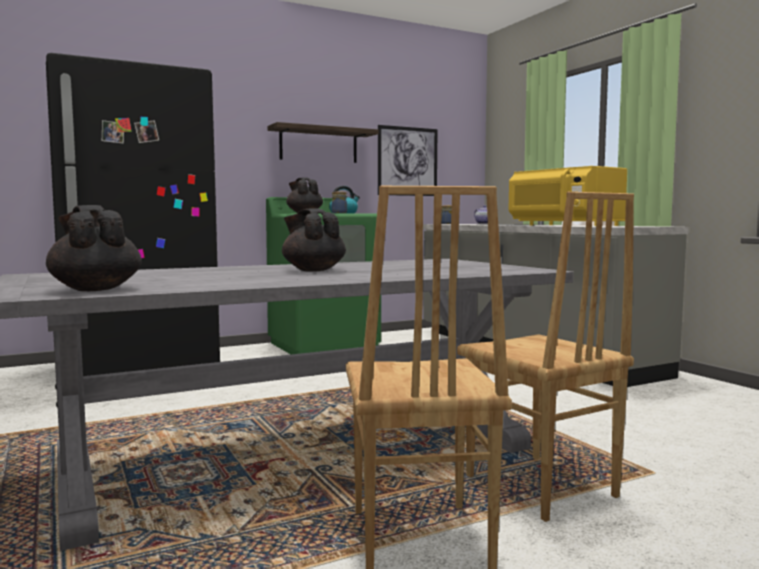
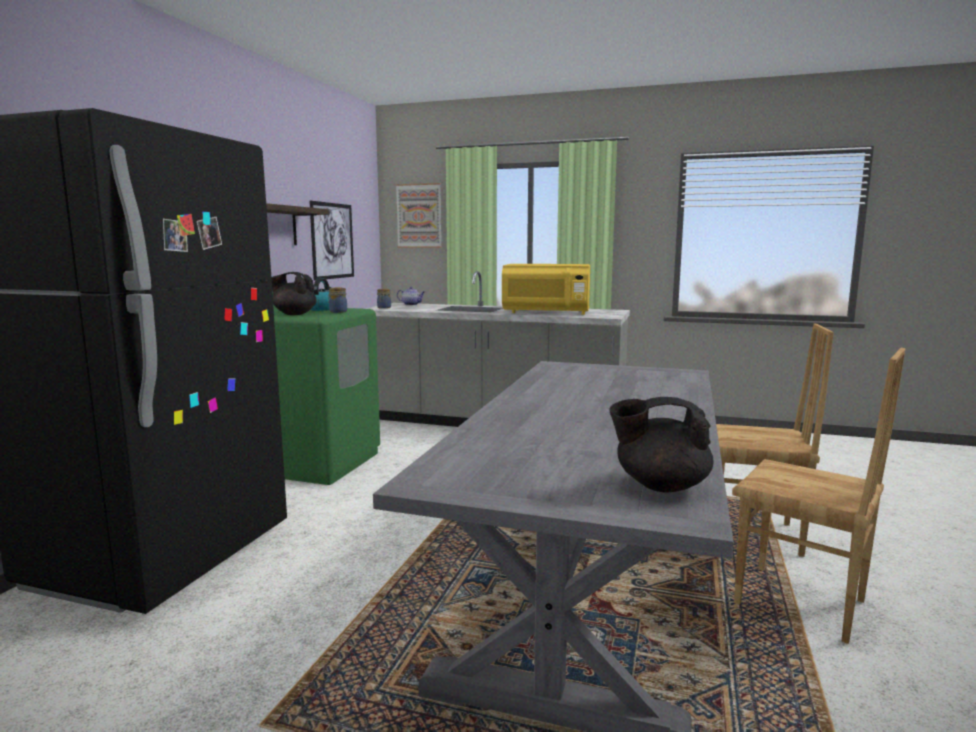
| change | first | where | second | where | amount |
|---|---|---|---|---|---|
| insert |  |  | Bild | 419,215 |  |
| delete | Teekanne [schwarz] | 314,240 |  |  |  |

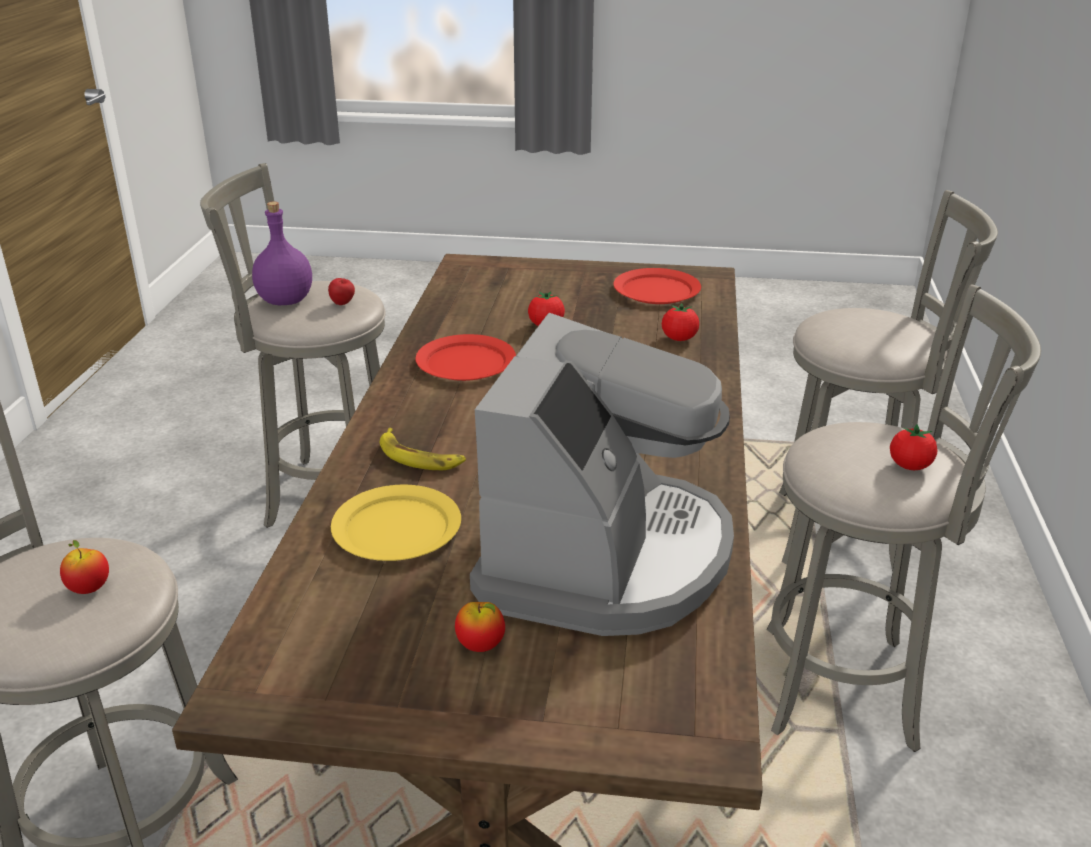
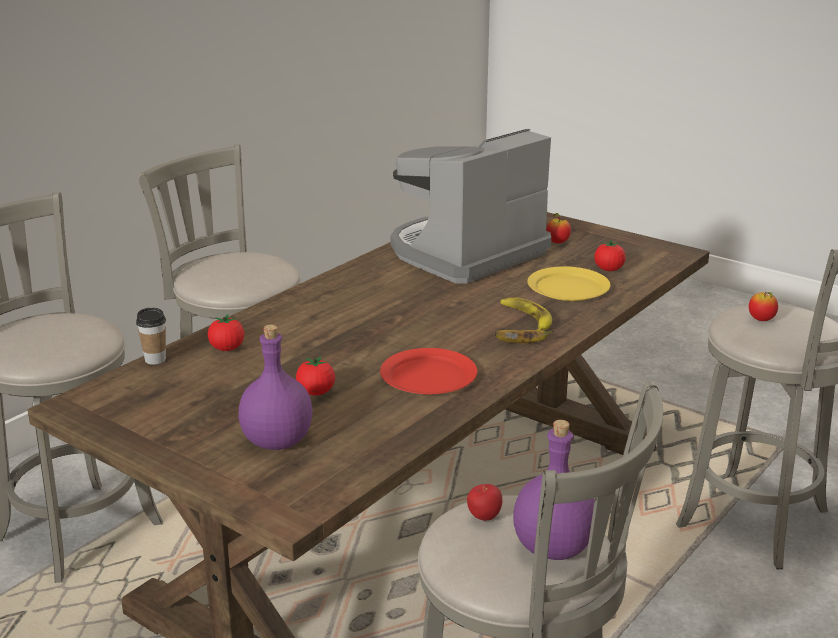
| change | first | where | second | where | amount |
|---|---|---|---|---|---|
| insert |  |  | Tasse | 151,336 |  |
| insert |  |  | Flasche [lila] | 276,387 |  |
| insert |  |  | Banane | 524,336 |  |
| move | Tomate | 913,447 |  | 610,255 |  |
| delete | Teller [rot] | 657,286 |  |  |  |

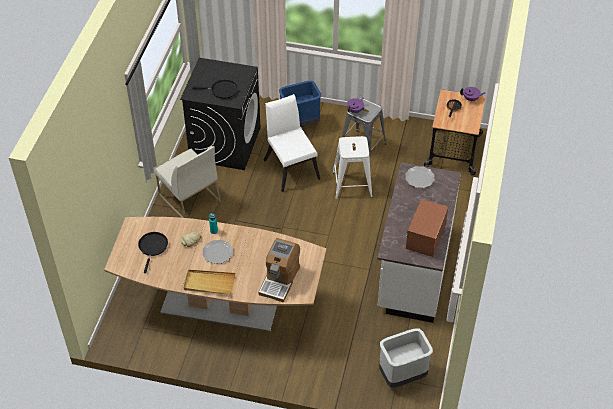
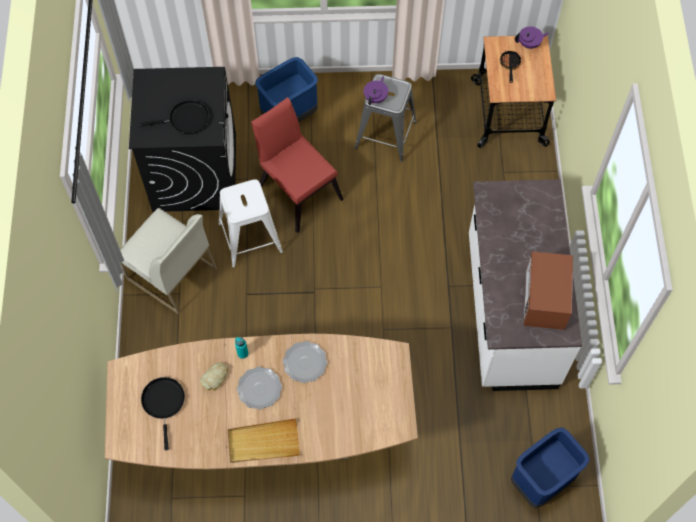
| change | first | where | second | where | amount |
|---|---|---|---|---|---|
| move | Hocker [weiß] | 352,167 |  | 250,223 |  |
| recolor | Stuhl [weiß] | 292,143 | Stuhl [rot] | 297,165 |  |
| move | Teller | 420,177 |  | 305,362 |  |
| recolor | Mülleimer [grau] | 406,358 | Mülleimer [blau] | 550,467 |  |
| delete | Kaffeemaschine | 279,270 |  |  |  |

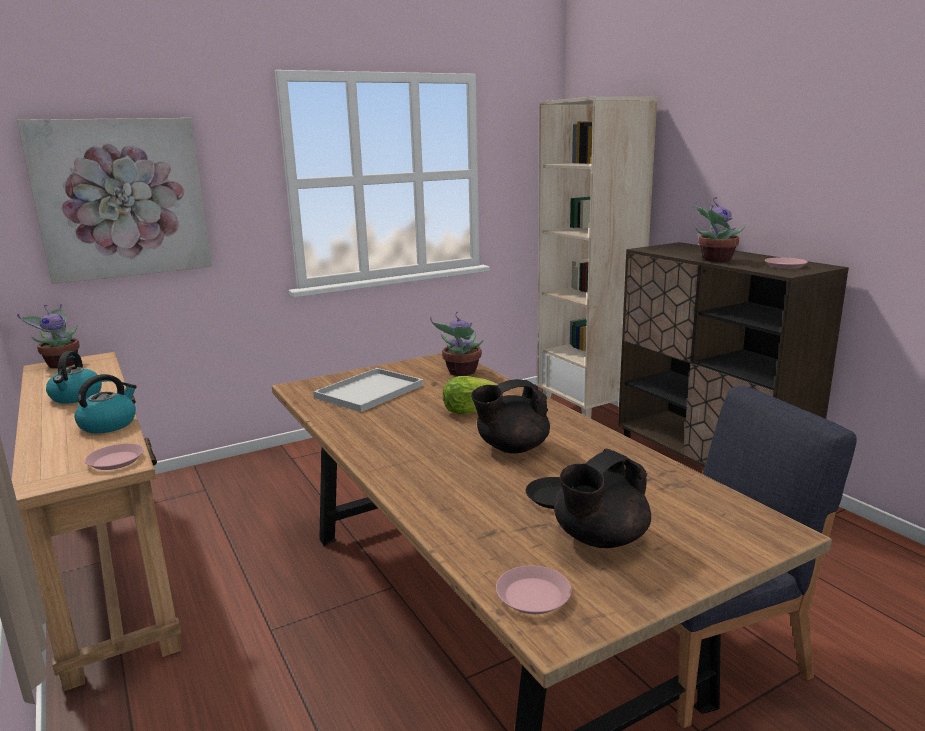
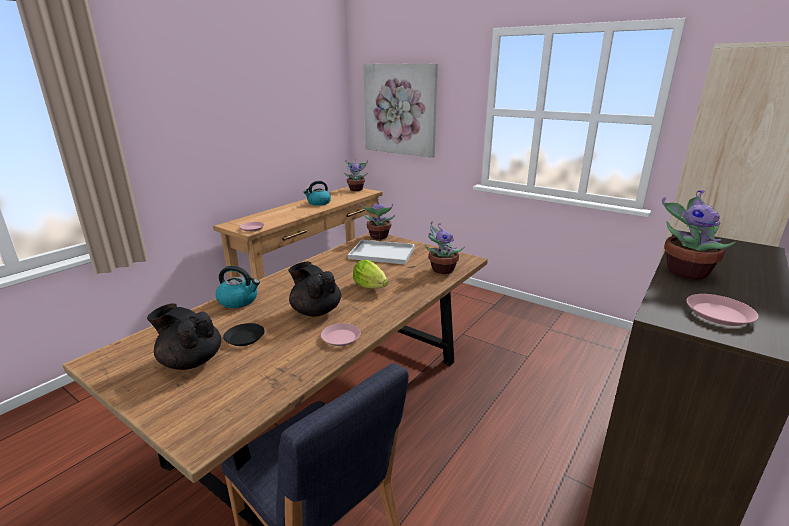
| change | first | where | second | where | amount |
|---|---|---|---|---|---|
| move | Wasserkessel | 105,403 |  | 238,287 |  |
| move | Teller [rosa] | 534,589 |  | 341,334 |  |
| insert |  |  | Topfpflanze | 378,219 |  |

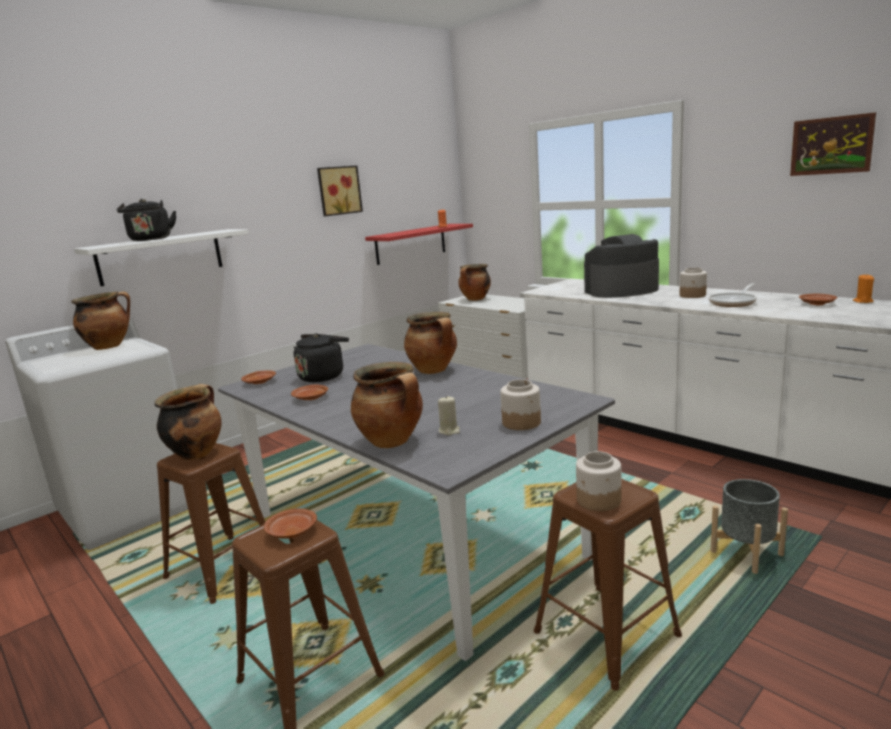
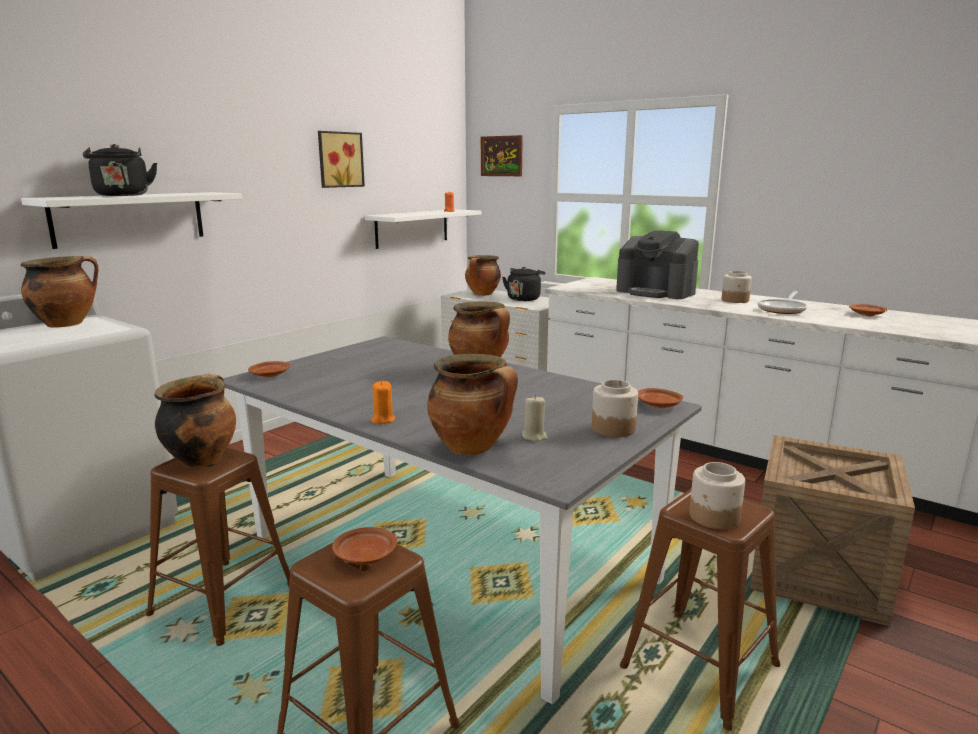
| change | first | where | second | where | amount |
|---|---|---|---|---|---|
| recolor | Wandregal [rot] | 419,244 | Wandregal [weiß] | 423,229 |  |
| move | Kerze [orange] | 863,288 |  | 383,402 |  |
| move | Bild | 833,144 |  | 502,155 |  |
| move | Wasserkessel [schwarz] | 321,357 |  | 523,284 |  |
| rotate | Kaffeemaschine | 621,266 |  | 657,264 | 120 degrees counterclockwise |
| move | Teller [braun] | 309,392 |  | 660,398 |  |
| replace | Pflanzkübel [grau] | 749,526 | Kiste | 832,530 |  |

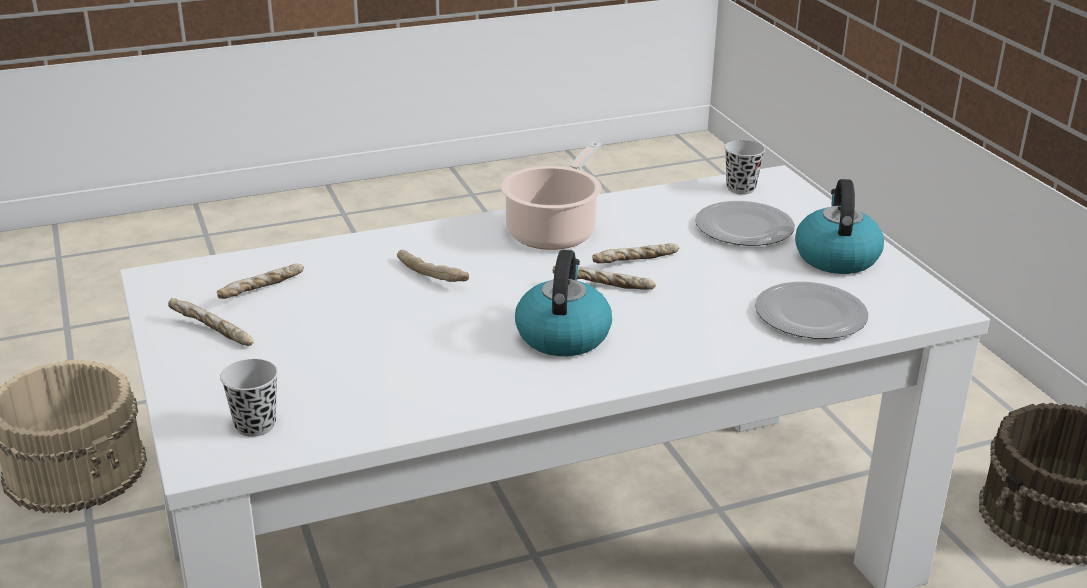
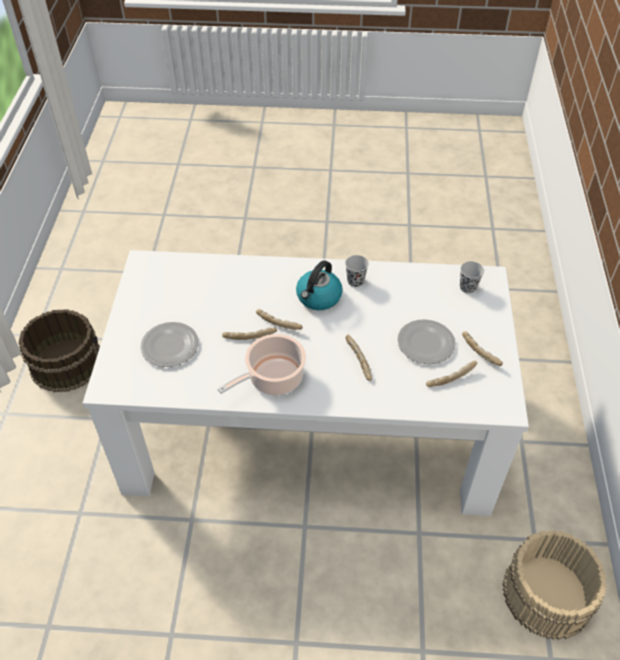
| change | first | where | second | where | amount |
|---|---|---|---|---|---|
| move | Tasse [schwarz] | 745,167 |  | 357,271 |  |
| move | Teller | 812,310 |  | 426,341 |  |
| delete | Wasserkessel | 839,226 |  |  |  |

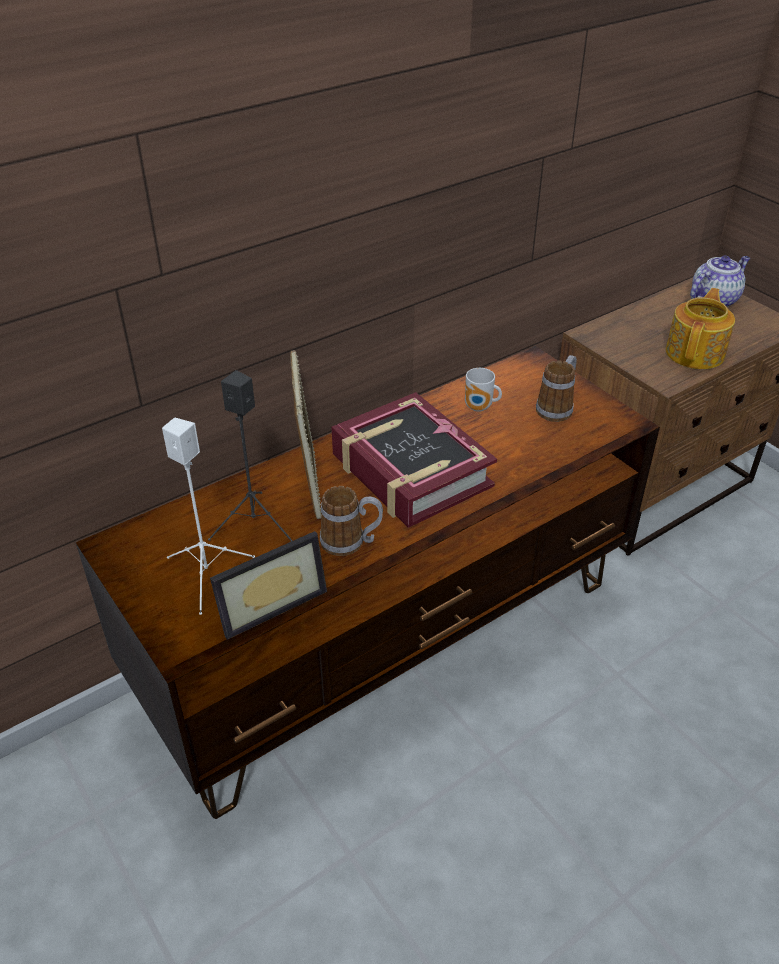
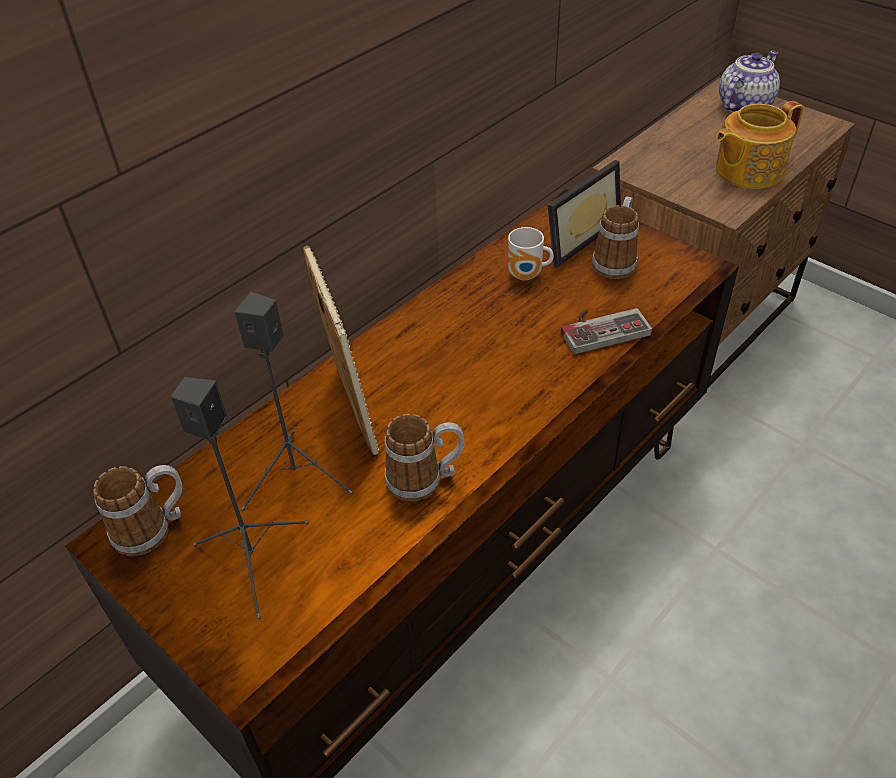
| change | first | where | second | where | amount |
|---|---|---|---|---|---|
| insert |  |  | Henkelbecher | 137,510 |  |
| recolor | Lautsprecher [weiß] | 208,516 | Lautsprecher [schwarz] | 240,498 |  |
| move | Bilderrahmen | 268,585 |  | 584,213 |  |
| insert |  |  | Gamepad | 606,331 |  |
| rotate | Teekanne | 700,328 |  | 759,145 | 135 degrees counterclockwise |
| delete | Buch | 414,460 |  |  |  |

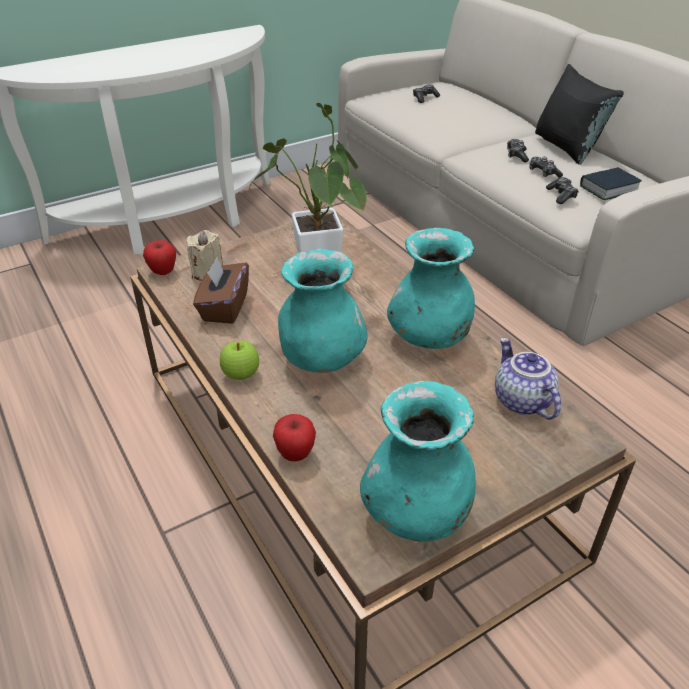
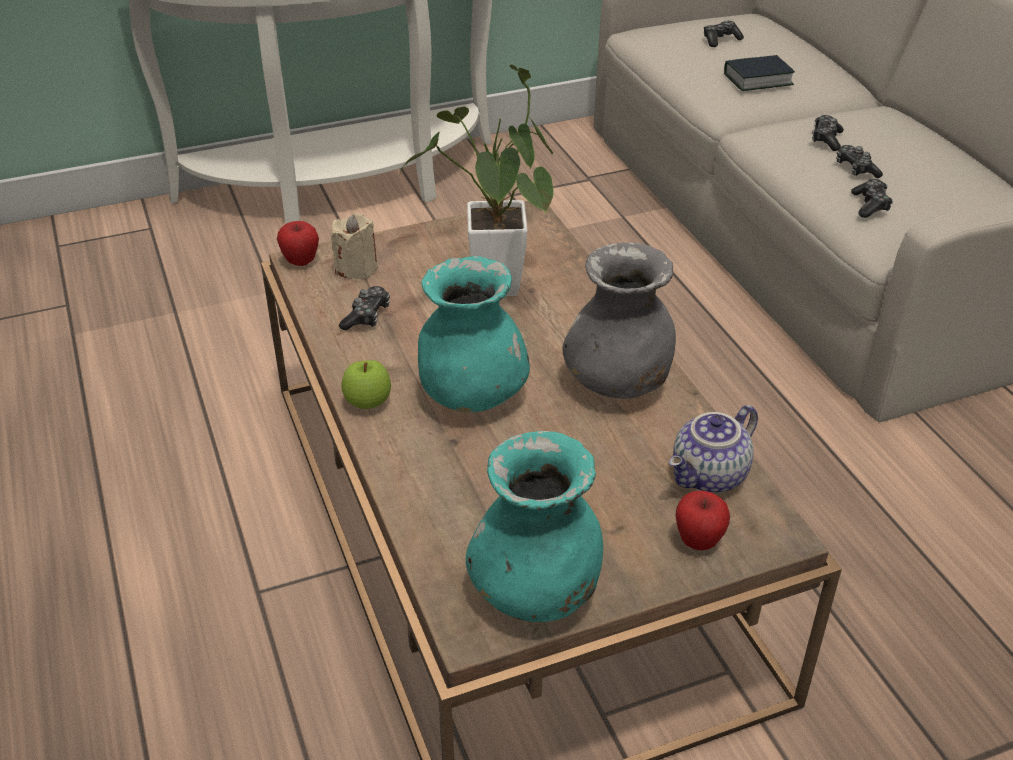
| change | first | where | second | where | amount |
|---|---|---|---|---|---|
| replace | Taschentuchbox [braun] | 221,290 | Gamepad | 364,308 |  |
| recolor | Vase [türkis] | 431,288 | Vase [grau] | 619,320 |  |
| rotate | Teekanne | 528,378 |  | 713,449 | 120 degrees counterclockwise |
| move | Apfel | 294,437 |  | 703,520 |  |
| move | Buch | 611,183 |  | 759,73 |  |
| delete | Kissen [schwarz] | 579,114 |  |  |  |

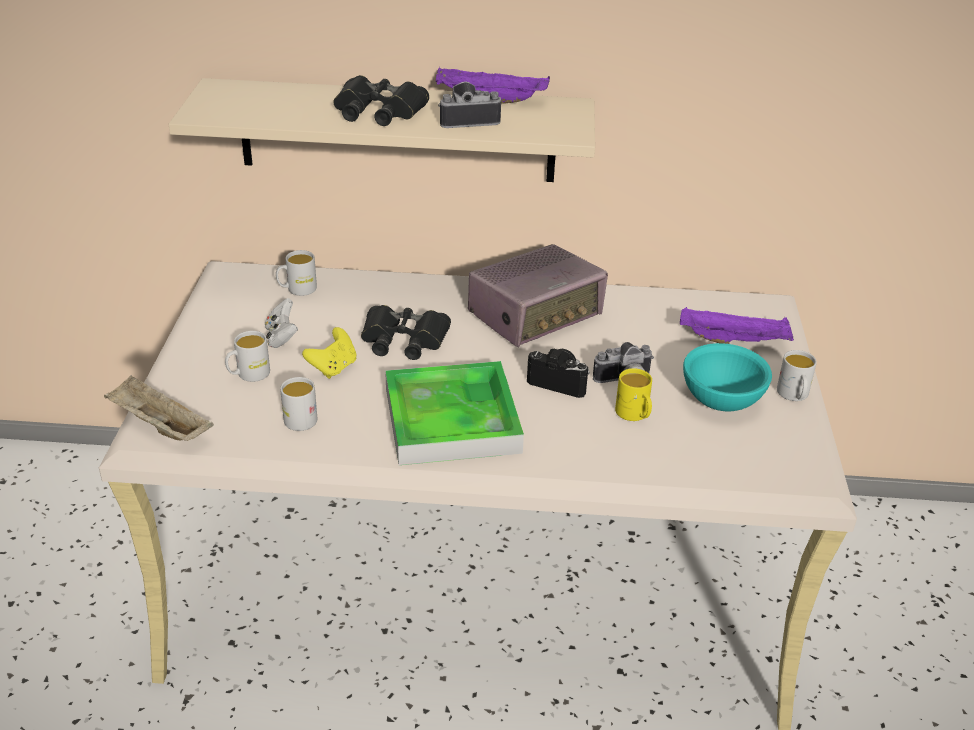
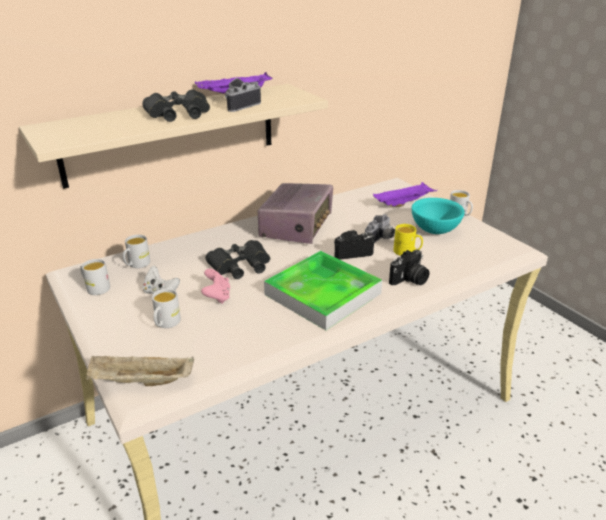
| change | first | where | second | where | amount |
|---|---|---|---|---|---|
| move | Henkelbecher [weiß] | 298,404 |  | 95,277 |  |
| recolor | Gamepad [gelb] | 329,353 | Gamepad [rosa] | 216,286 |  |
| insert |  |  | Kamera | 409,267 |  |

